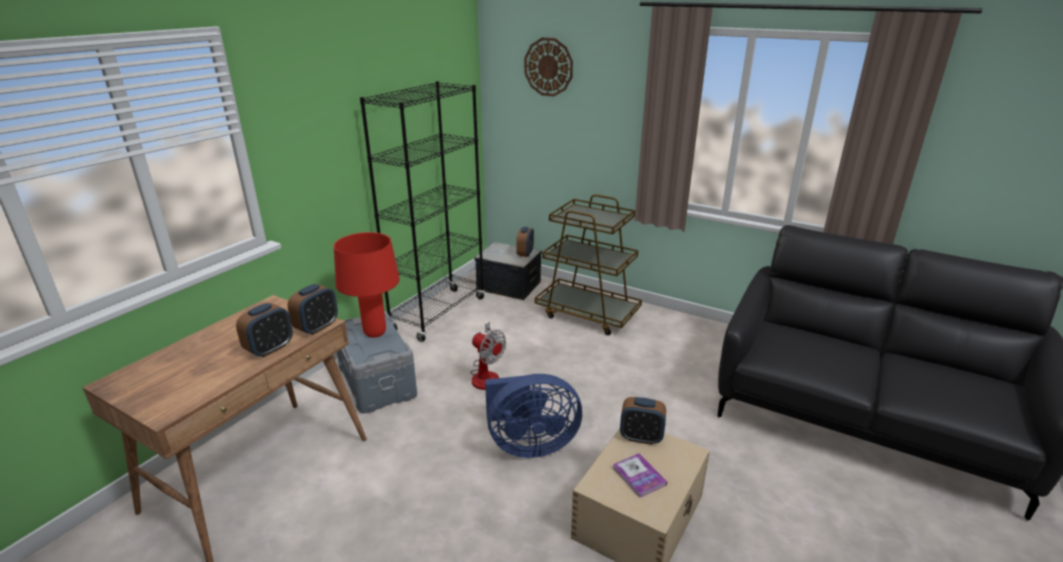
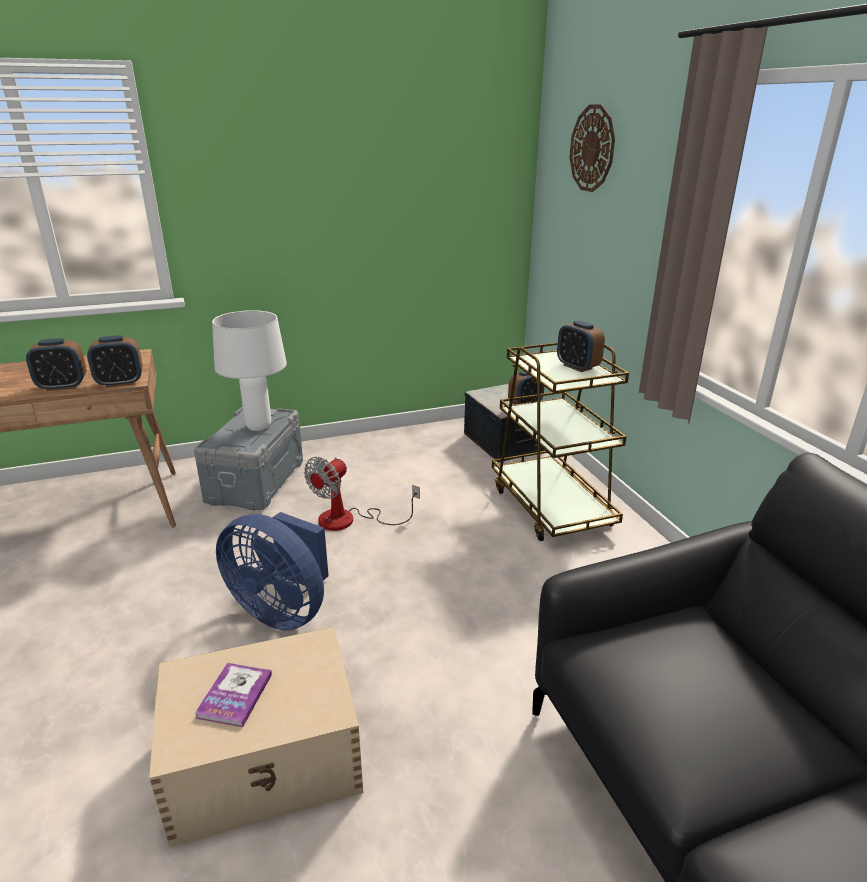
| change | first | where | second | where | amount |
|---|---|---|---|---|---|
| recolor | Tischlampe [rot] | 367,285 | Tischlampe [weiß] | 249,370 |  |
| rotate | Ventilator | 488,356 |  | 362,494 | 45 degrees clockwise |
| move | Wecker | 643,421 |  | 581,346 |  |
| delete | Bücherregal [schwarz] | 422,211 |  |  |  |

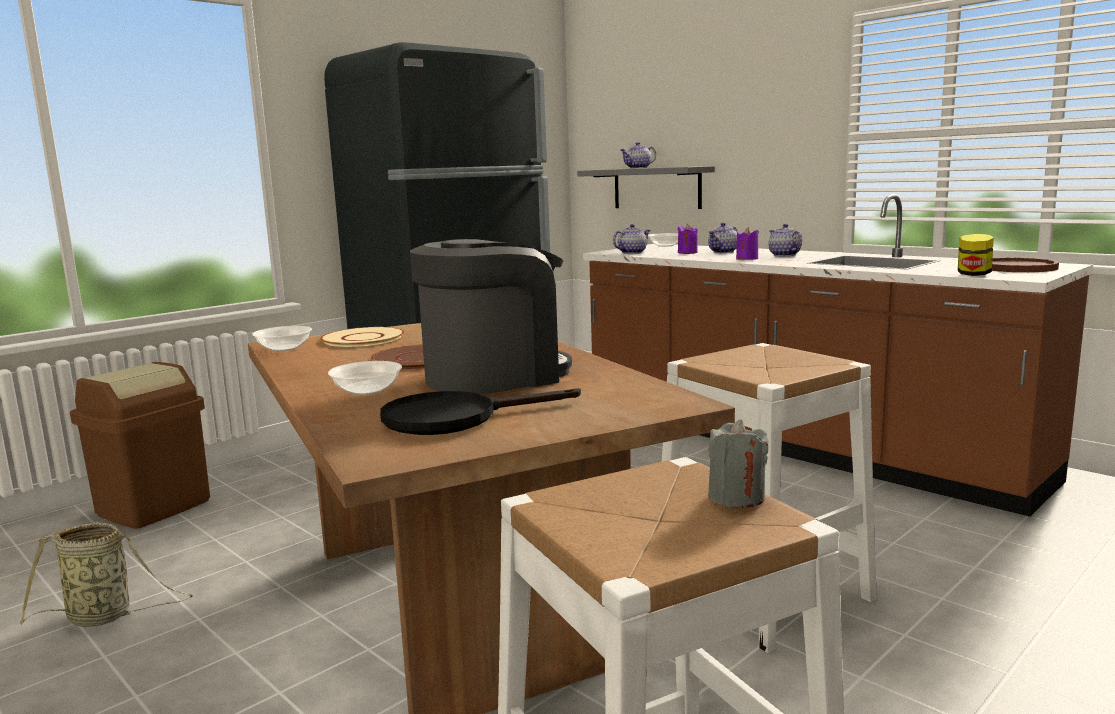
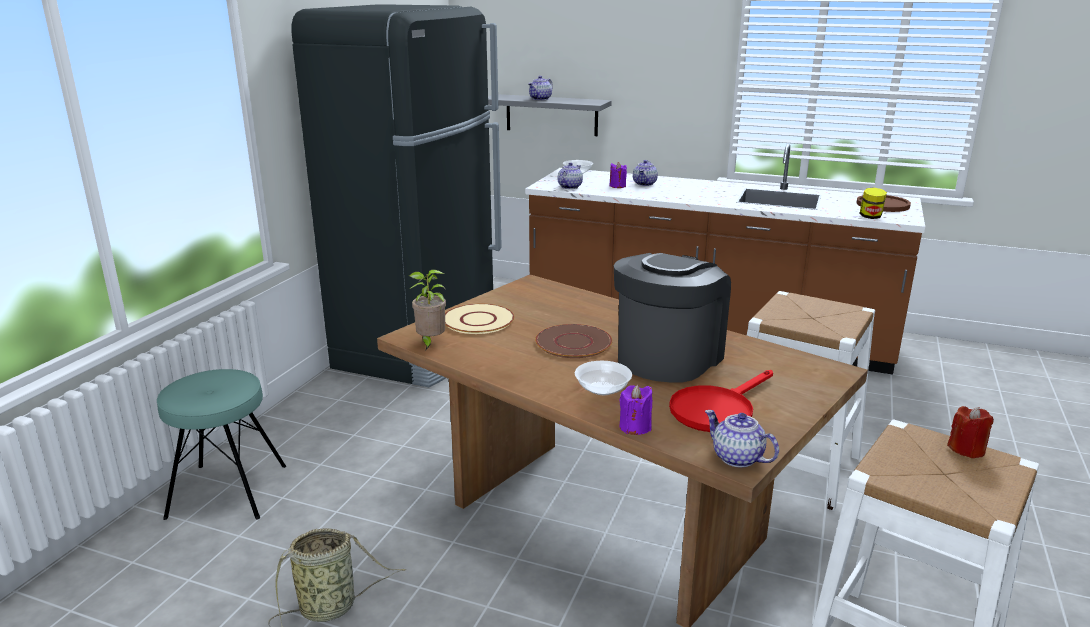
| change | first | where | second | where | amount |
|---|---|---|---|---|---|
| replace | Mülleimer [braun] | 140,445 | Hocker [türkis] | 221,444 |  |
| replace | Schüssel | 282,339 | Topfpflanze | 427,309 |  |
| move | Kerze [lila] | 747,243 |  | 635,410 |  |
| recolor | Pfanne [schwarz] | 480,411 | Pfanne [rot] | 721,401 |  |
| move | Teekanne | 785,240 |  | 742,439 |  |
| recolor | Kerze [grau] | 738,463 | Kerze [rot] | 970,432 |  |

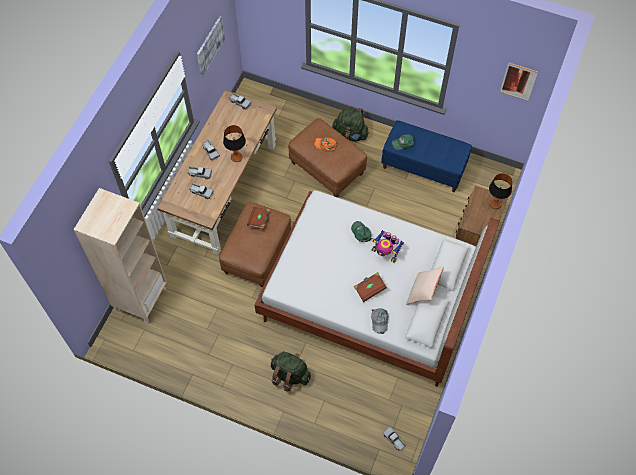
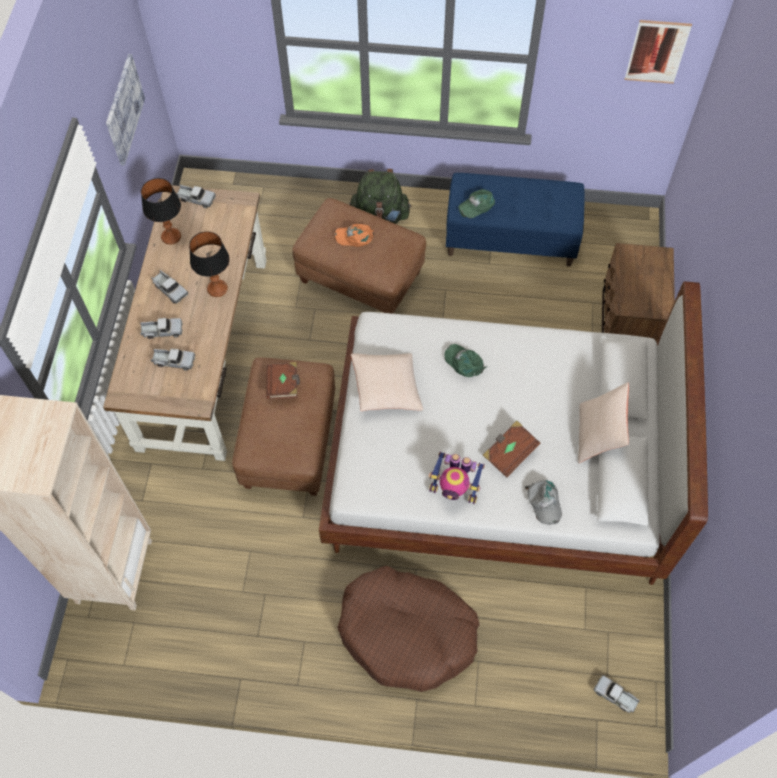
| change | first | where | second | where | amount |
|---|---|---|---|---|---|
| move | Tischlampe | 500,191 |  | 161,211 |  |
| replace | Rucksack [grün] | 291,372 | Hundebett [braun] | 408,629 |  |
| insert |  |  | Kissen [beige] | 387,382 |  |
| move | Spielzeugroboter | 388,246 |  | 457,478 |  |

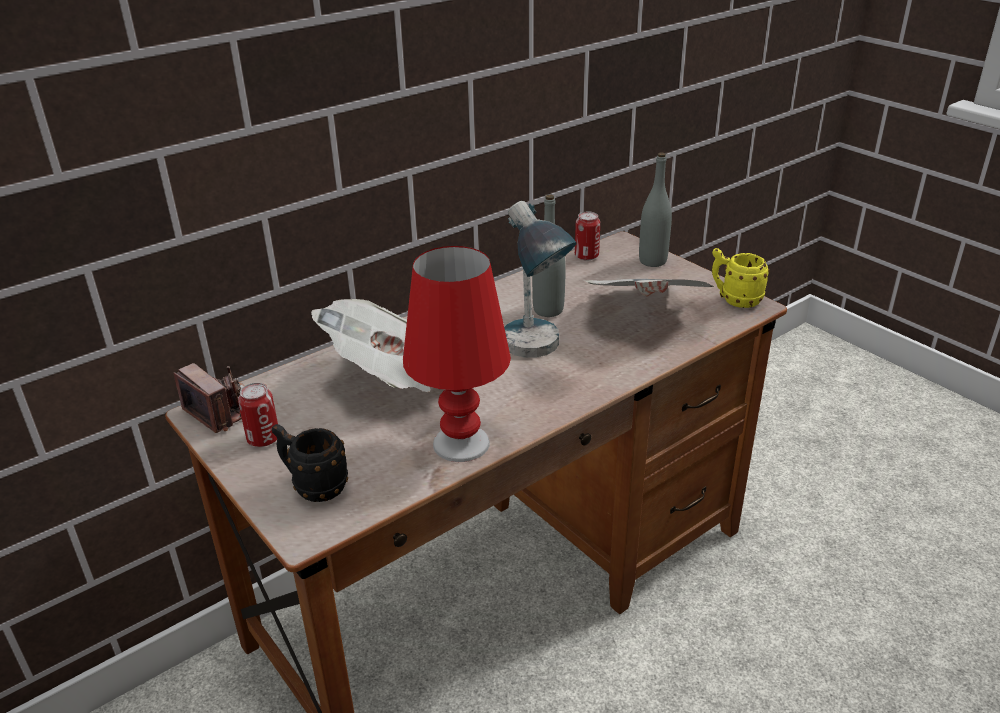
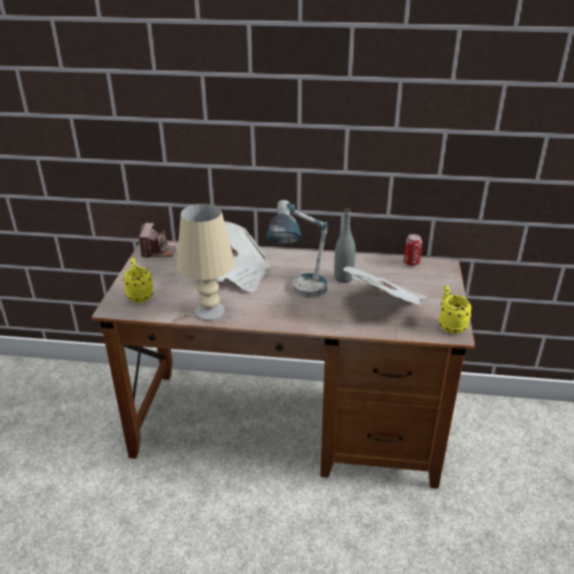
| change | first | where | second | where | amount |
|---|---|---|---|---|---|
| recolor | Henkelbecher [schwarz] | 310,463 | Henkelbecher [gelb] | 138,280 |  |
| recolor | Tischlampe [rot] | 457,354 | Tischlampe [beige] | 206,262 |  |
| delete | Dose | 258,415 |  |  |  |
| delete | Flasche [grau] | 655,209 |  |  |  |

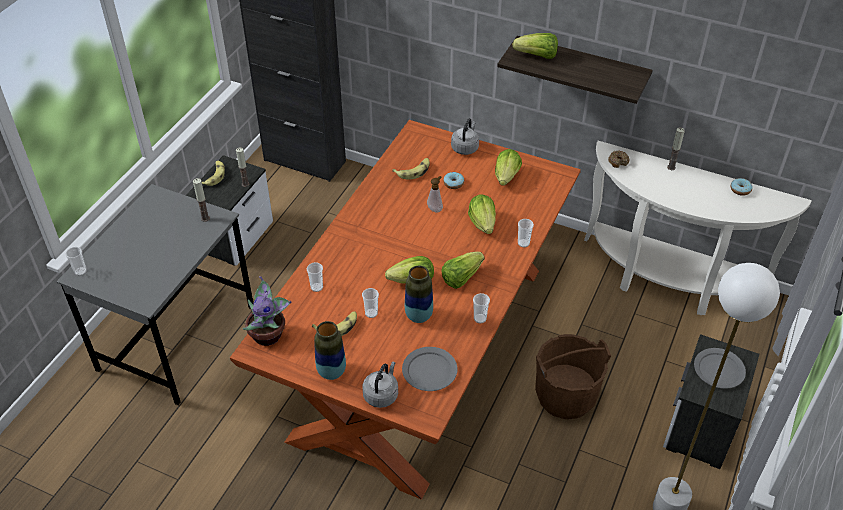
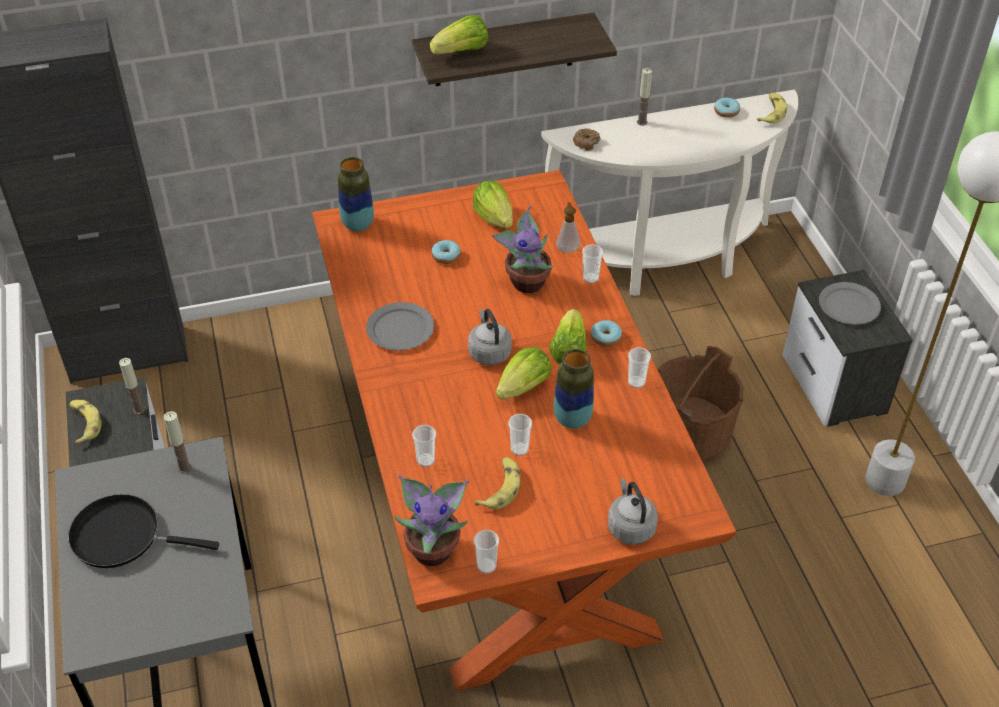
| change | first | where | second | where | amount |
|---|---|---|---|---|---|
| insert |  |  | Pfanne [schwarz] | 143,531 |  |
| move | Vase | 330,350 |  | 356,194 |  |
| move | Teller [grau] | 430,369 |  | 400,326 |  |
| move | Wasserkessel [grau] | 465,137 |  | 490,337 |  |
| move | Tasse | 76,261 |  | 486,552 |  |
| replace | Salatkopf | 482,214 | Topfpflanze | 523,249 |  |
| move | Seifenspender | 435,194 |  | 568,227 |  |
| insert |  |  | Donut | 606,333 |  |
| move | Banane | 411,168 |  | 772,108 |  |

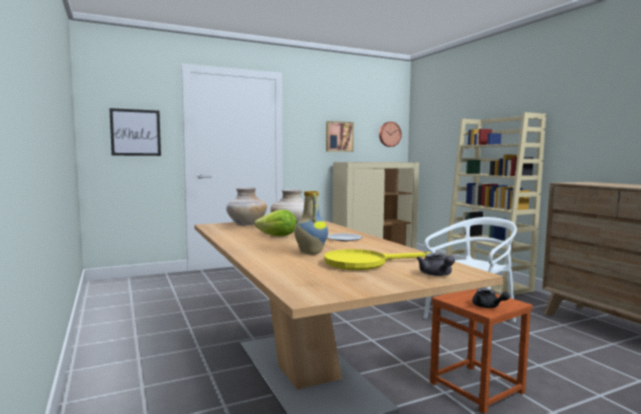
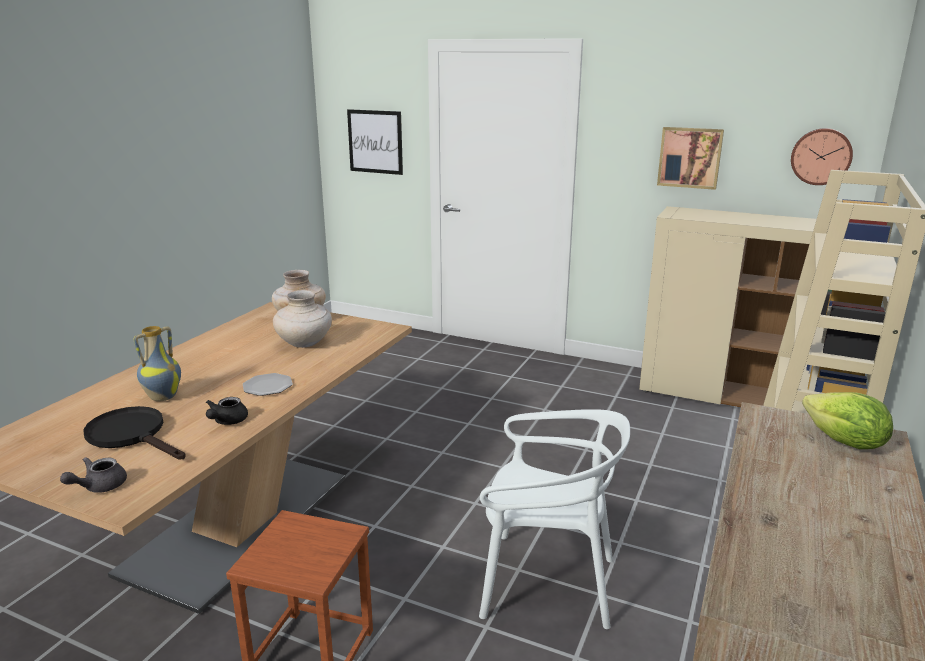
| change | first | where | second | where | amount |
|---|---|---|---|---|---|
| recolor | Pfanne [gelb] | 377,259 | Pfanne [schwarz] | 134,433 |  |
| move | Teekanne [schwarz] | 491,298 |  | 227,411 |  |
| move | Salatkopf | 276,223 |  | 847,420 |  |

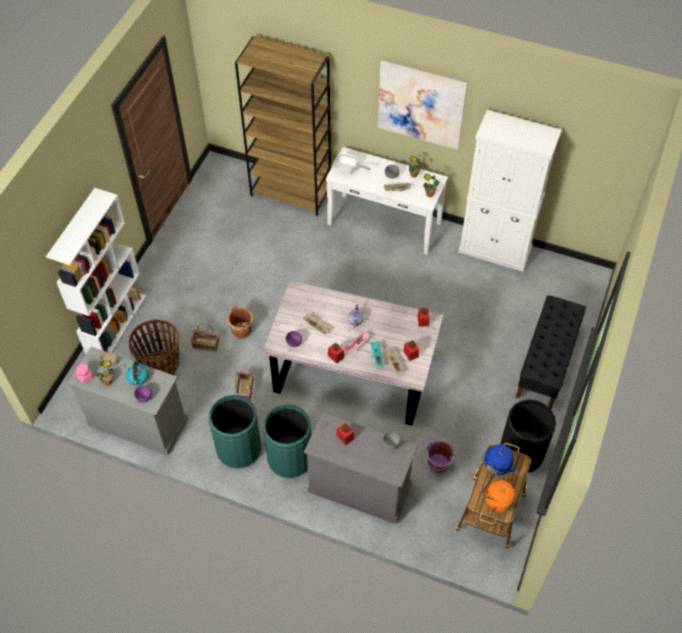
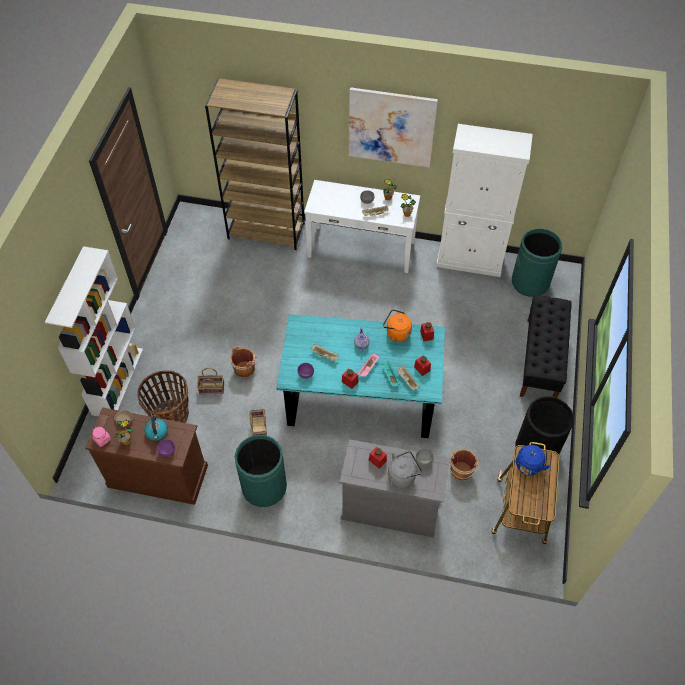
| change | first | where | second | where | amount |
|---|---|---|---|---|---|
| recolor | Kommode [grau] | 128,400 | Kommode [braun] | 146,456 |  |
| recolor | Esstisch [grau] | 353,353 | Esstisch [türkis] | 360,376 |  |
| move | Wasserkessel [orange] | 498,493 |  | 397,325 |  |
| insert |  |  | Wasserkessel [grau] | 405,469 |  |
| recolor | Eimer [lila] | 439,457 | Eimer [braun] | 464,465 |  |
| move | Mülleimer [grün] | 287,441 |  | 537,263 |  |
| delete | Pfanne | 352,163 |  |  |  |

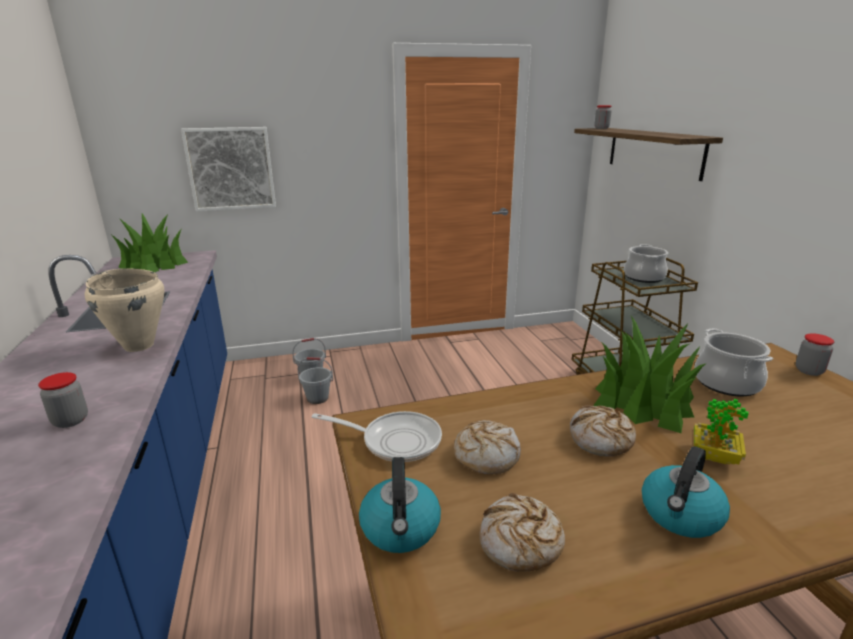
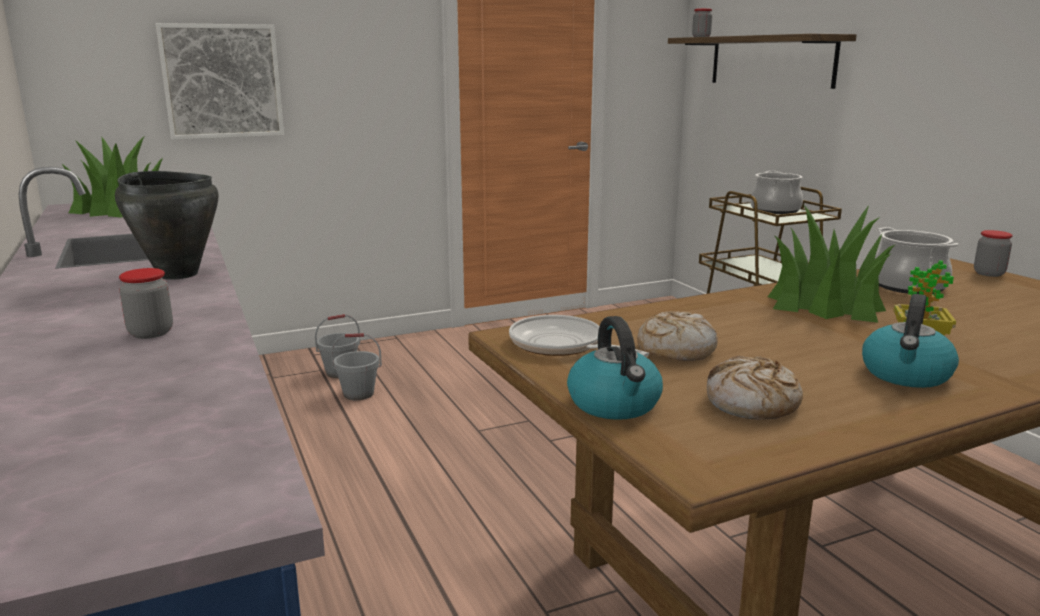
| change | first | where | second | where | amount |
|---|---|---|---|---|---|
| recolor | Kochtopf [beige] | 124,310 | Kochtopf [schwarz] | 166,225 |  |
| rotate | Pfanne | 376,436 |  | 579,336 | 135 degrees counterclockwise |
| delete | Brot | 603,431 |  |  |  |

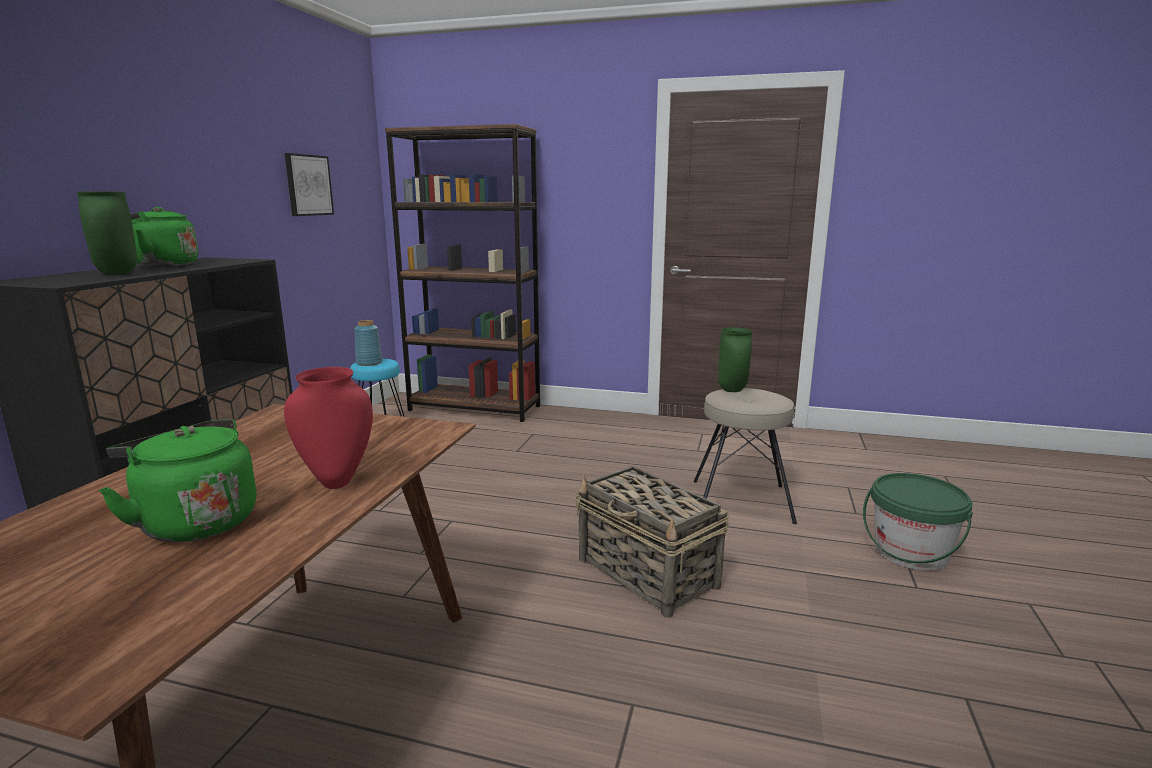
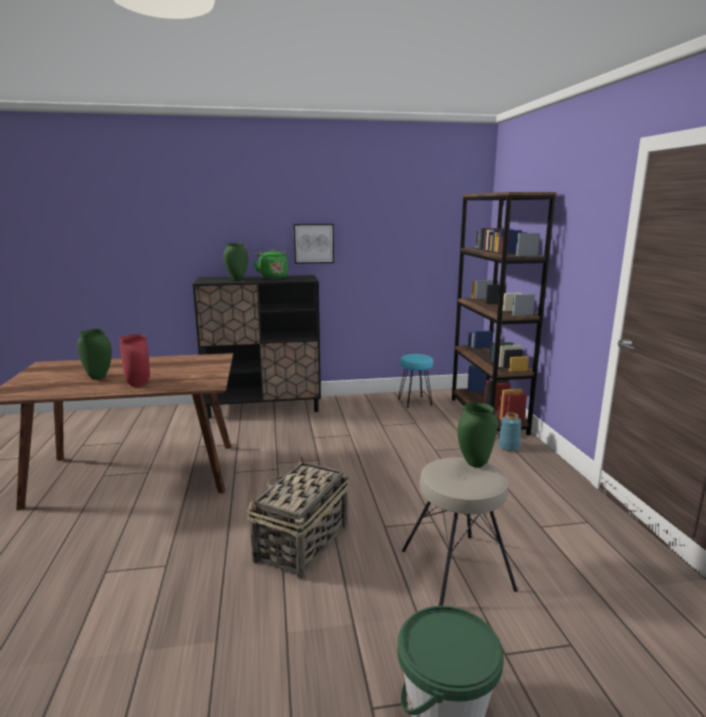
| change | first | where | second | where | amount |
|---|---|---|---|---|---|
| replace | Wasserkessel [grün] | 178,480 | Vase [grün] | 94,354 |  |
| move | Bild | 309,184 |  | 314,244 |  |
| move | Vase [blau] | 368,343 |  | 509,432 |  |

